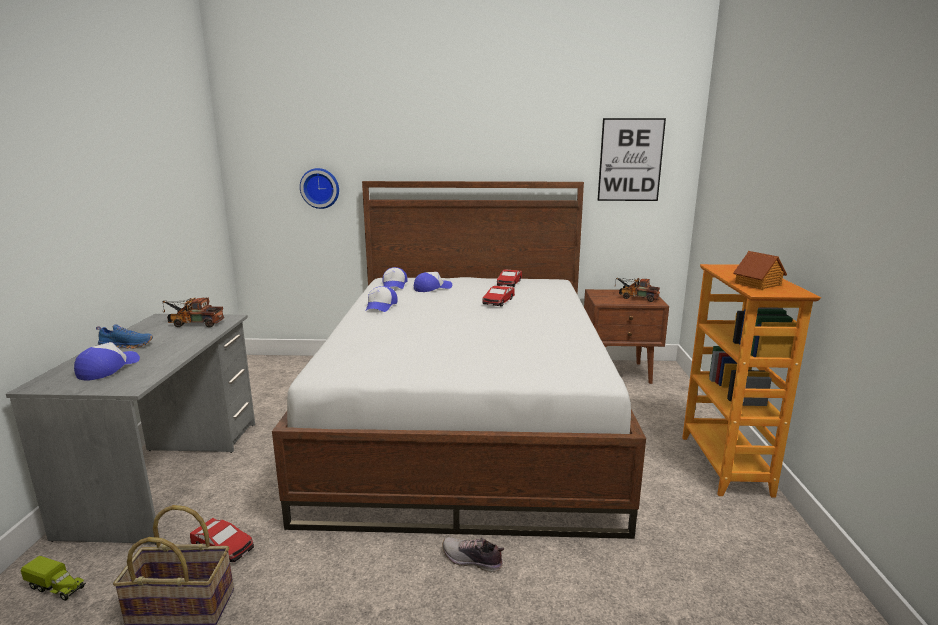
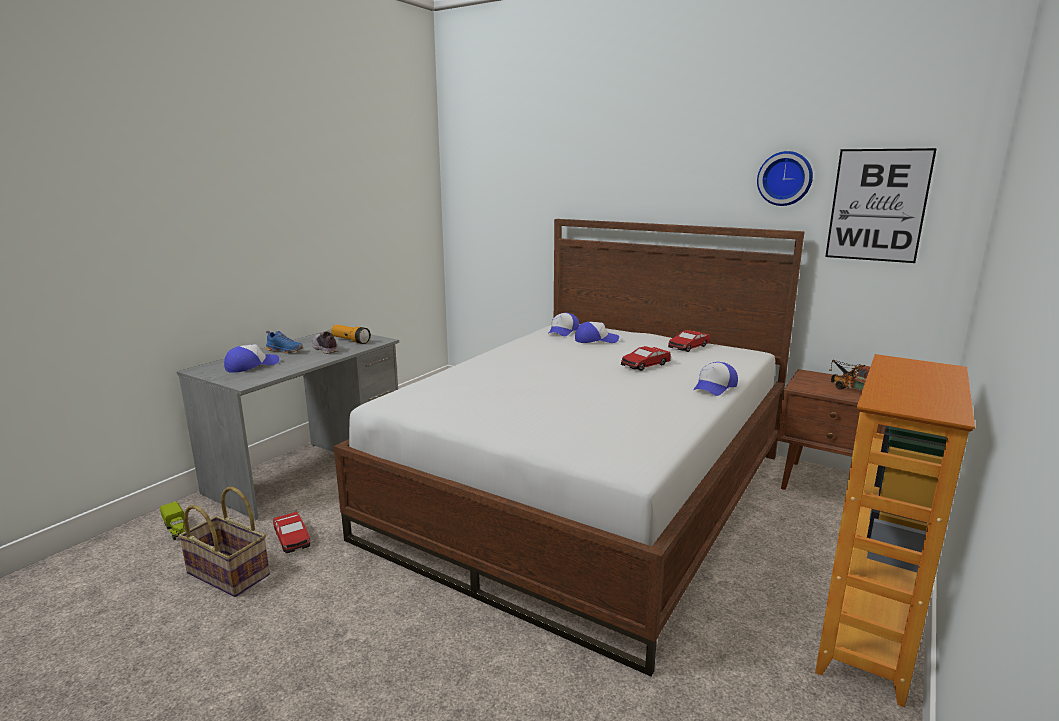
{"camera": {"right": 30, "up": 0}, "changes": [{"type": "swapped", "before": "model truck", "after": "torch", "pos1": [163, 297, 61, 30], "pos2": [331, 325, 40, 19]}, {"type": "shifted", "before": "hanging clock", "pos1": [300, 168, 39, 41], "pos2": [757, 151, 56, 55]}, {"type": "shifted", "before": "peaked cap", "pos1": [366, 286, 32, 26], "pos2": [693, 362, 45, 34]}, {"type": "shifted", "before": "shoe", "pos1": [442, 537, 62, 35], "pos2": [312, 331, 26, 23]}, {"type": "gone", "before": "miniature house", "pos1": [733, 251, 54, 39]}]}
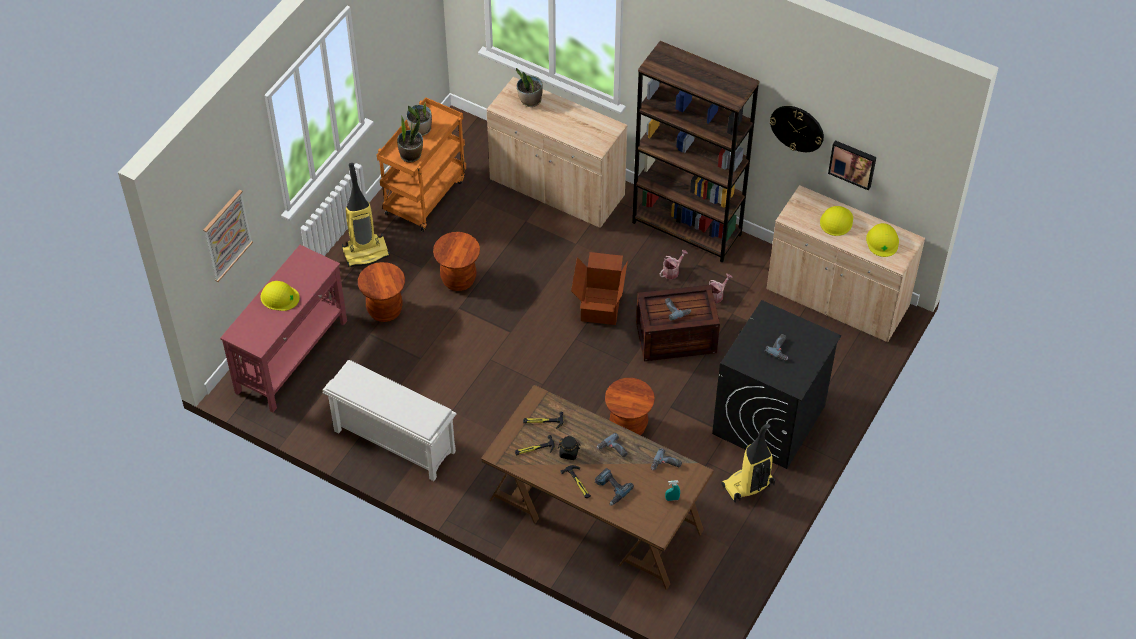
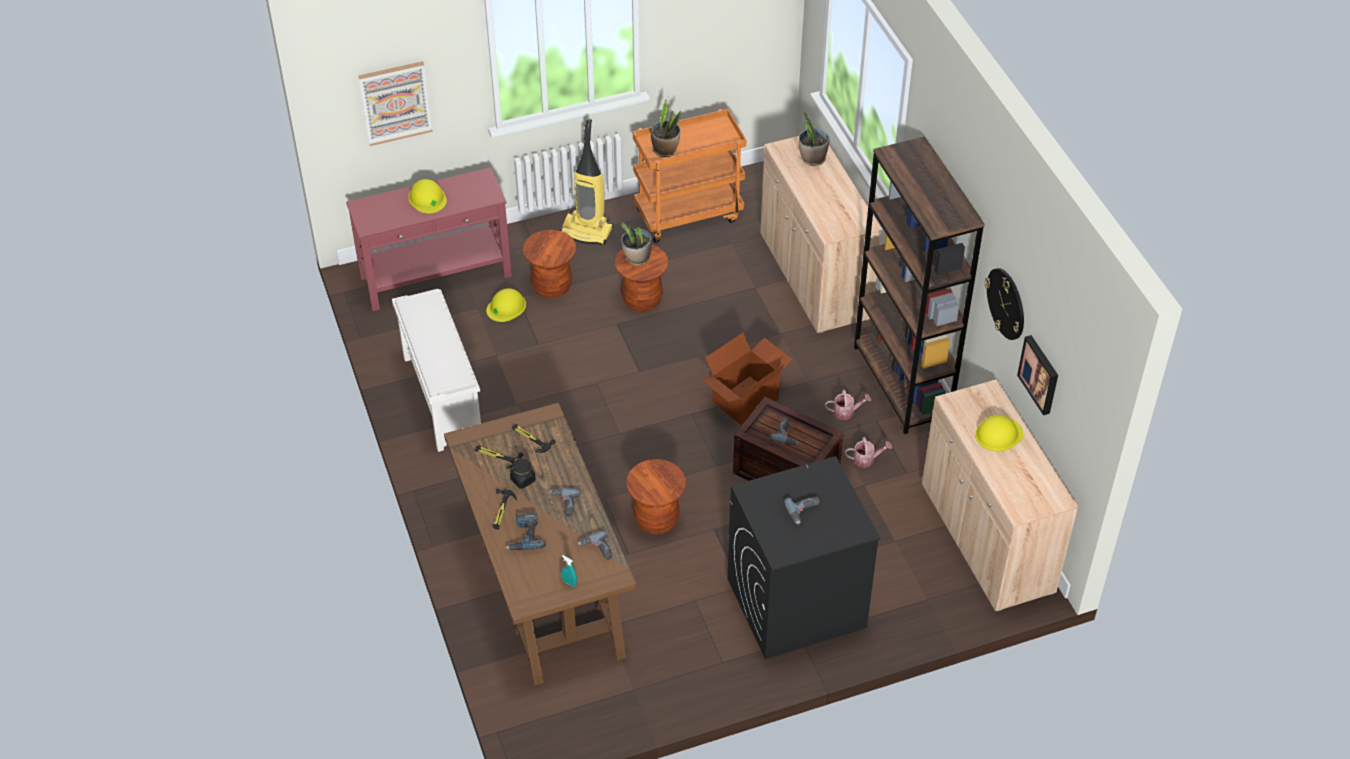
{"camera": {"right": 40, "up": -5}, "changes": [{"type": "shifted", "before": "potted plant", "pos1": [406, 102, 26, 34], "pos2": [621, 222, 31, 43]}, {"type": "gone", "before": "vacuum", "pos1": [722, 424, 53, 79]}, {"type": "shifted", "before": "hard hat/yellowish", "pos1": [866, 223, 33, 34], "pos2": [486, 288, 40, 34]}]}
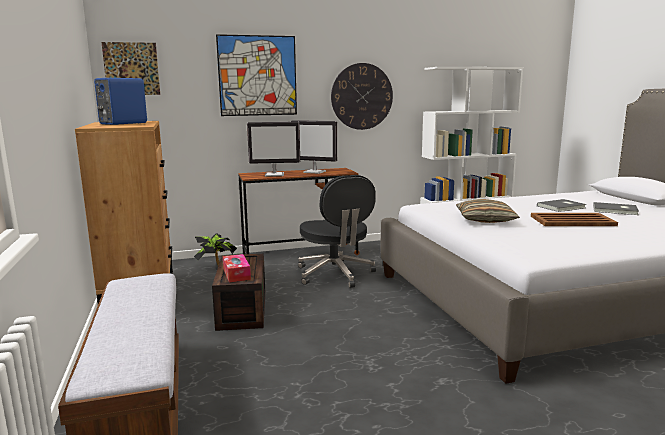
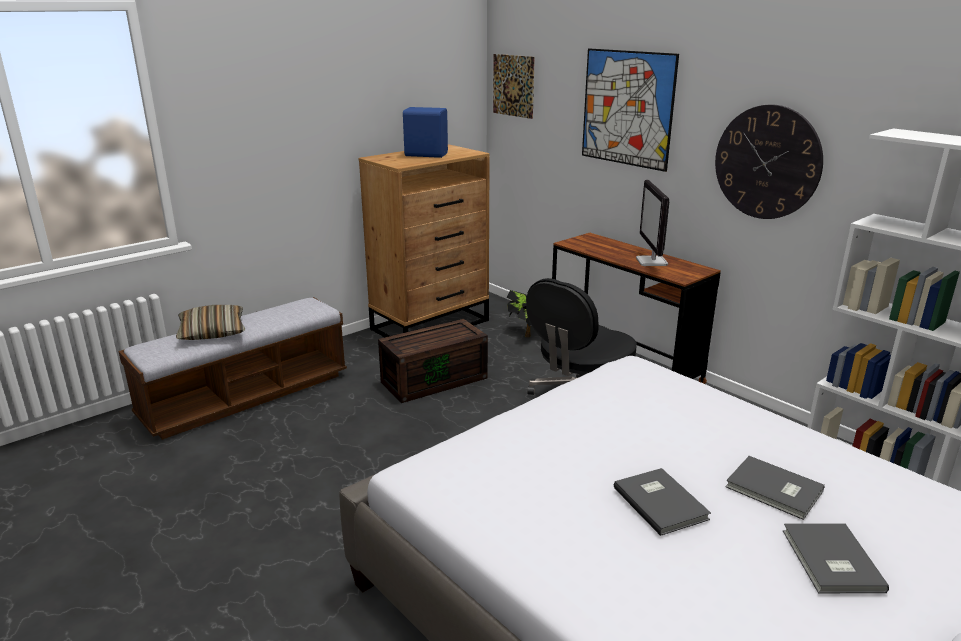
{"camera": {"right": 65, "up": 10}, "changes": [{"type": "gone", "before": "box of tissues", "pos1": [223, 254, 28, 28]}, {"type": "gone", "before": "computer screen", "pos1": [247, 122, 53, 55]}, {"type": "shifted", "before": "throw pillow", "pos1": [456, 199, 64, 24], "pos2": [176, 305, 69, 35]}, {"type": "swapped", "before": "tray/brownish", "after": "book/grey", "pos1": [531, 213, 87, 13], "pos2": [614, 468, 97, 68]}]}
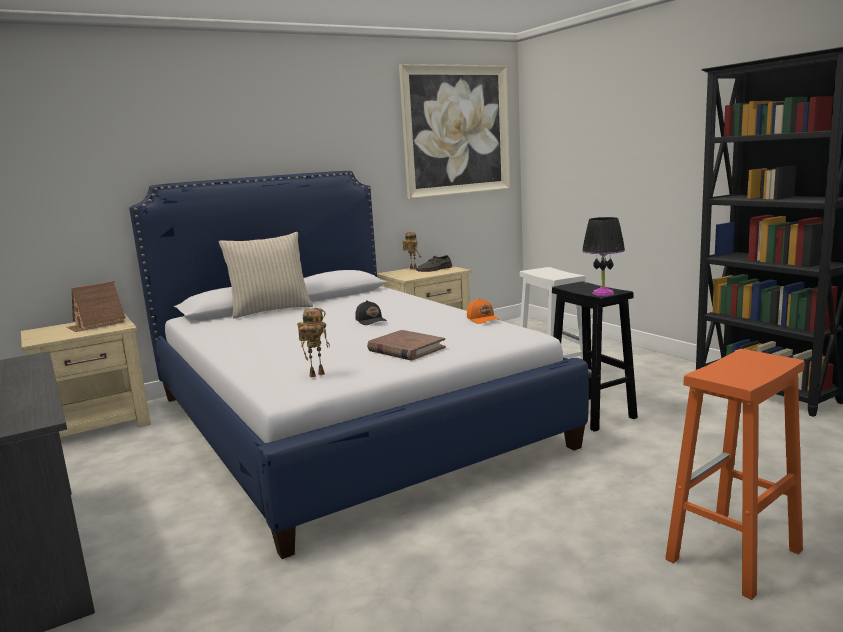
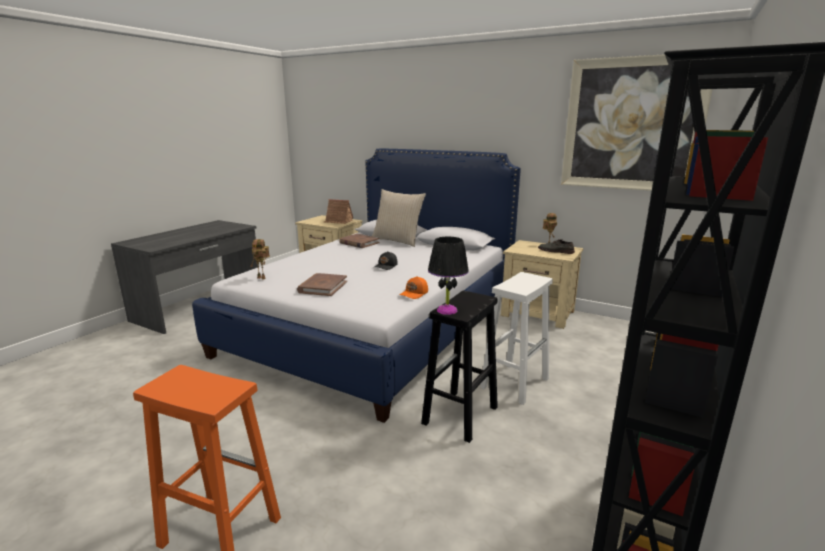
{"camera": {"right": 60, "up": 5}, "changes": [{"type": "new", "after": "book/brownish", "pos2": [339, 234, 41, 14]}]}
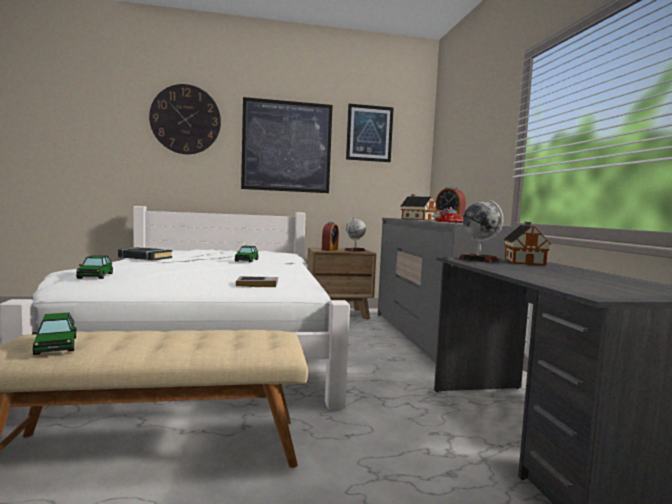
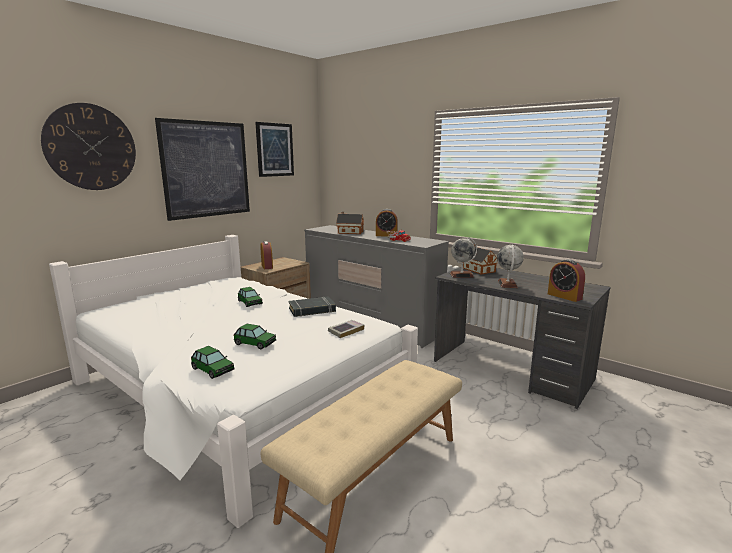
{"camera": {"right": -40, "up": 10}, "changes": [{"type": "shifted", "before": "model car", "pos1": [32, 313, 44, 42], "pos2": [234, 324, 42, 25]}, {"type": "shifted", "before": "book/black", "pos1": [118, 247, 54, 14], "pos2": [289, 296, 47, 21]}, {"type": "shifted", "before": "desk globe", "pos1": [344, 217, 22, 35], "pos2": [497, 245, 27, 43]}, {"type": "new", "after": "table clock", "pos2": [548, 259, 37, 43]}]}
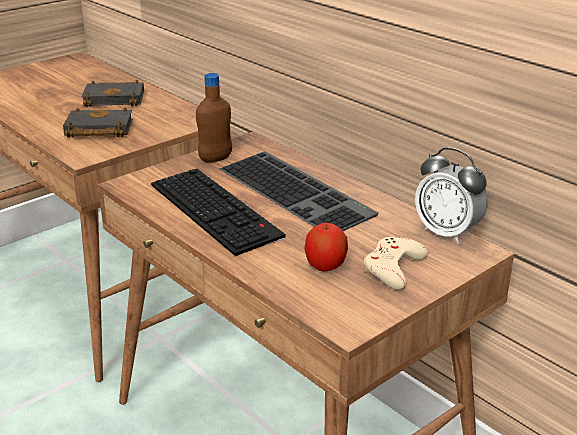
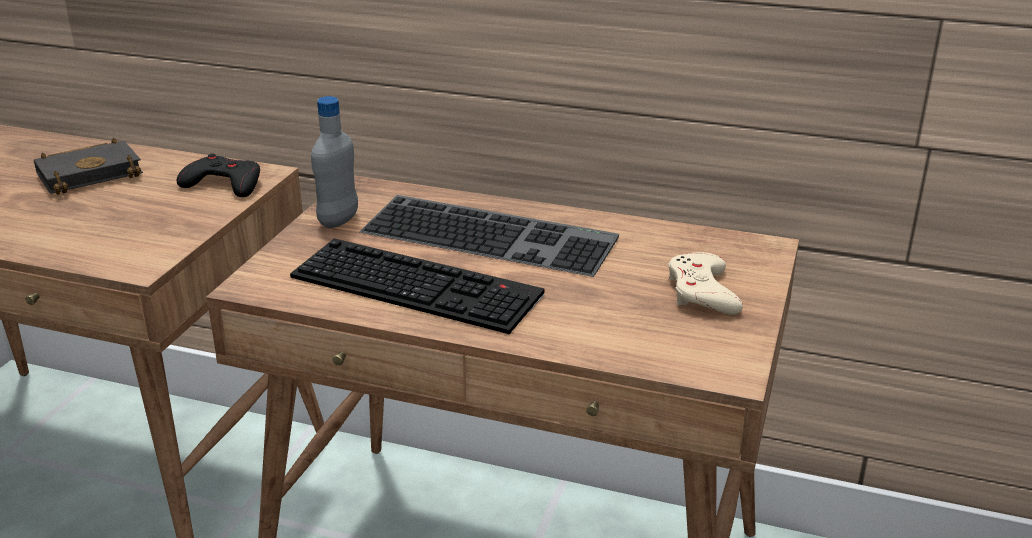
{"camera": {"right": -30, "up": 0}, "changes": [{"type": "gone", "before": "book/black", "pos1": [63, 107, 70, 31]}, {"type": "repainted", "before": "beverage bottle/brownish", "after": "beverage bottle/grey", "pos1": [196, 73, 36, 90], "pos2": [311, 96, 47, 132]}, {"type": "gone", "before": "whole apple", "pos1": [304, 223, 44, 49]}, {"type": "gone", "before": "table clock", "pos1": [415, 148, 73, 96]}, {"type": "new", "after": "gamepad/black", "pos2": [177, 154, 83, 43]}]}
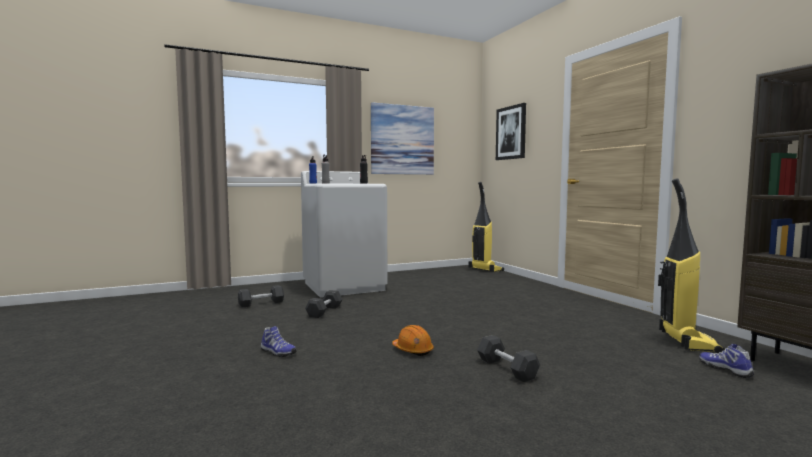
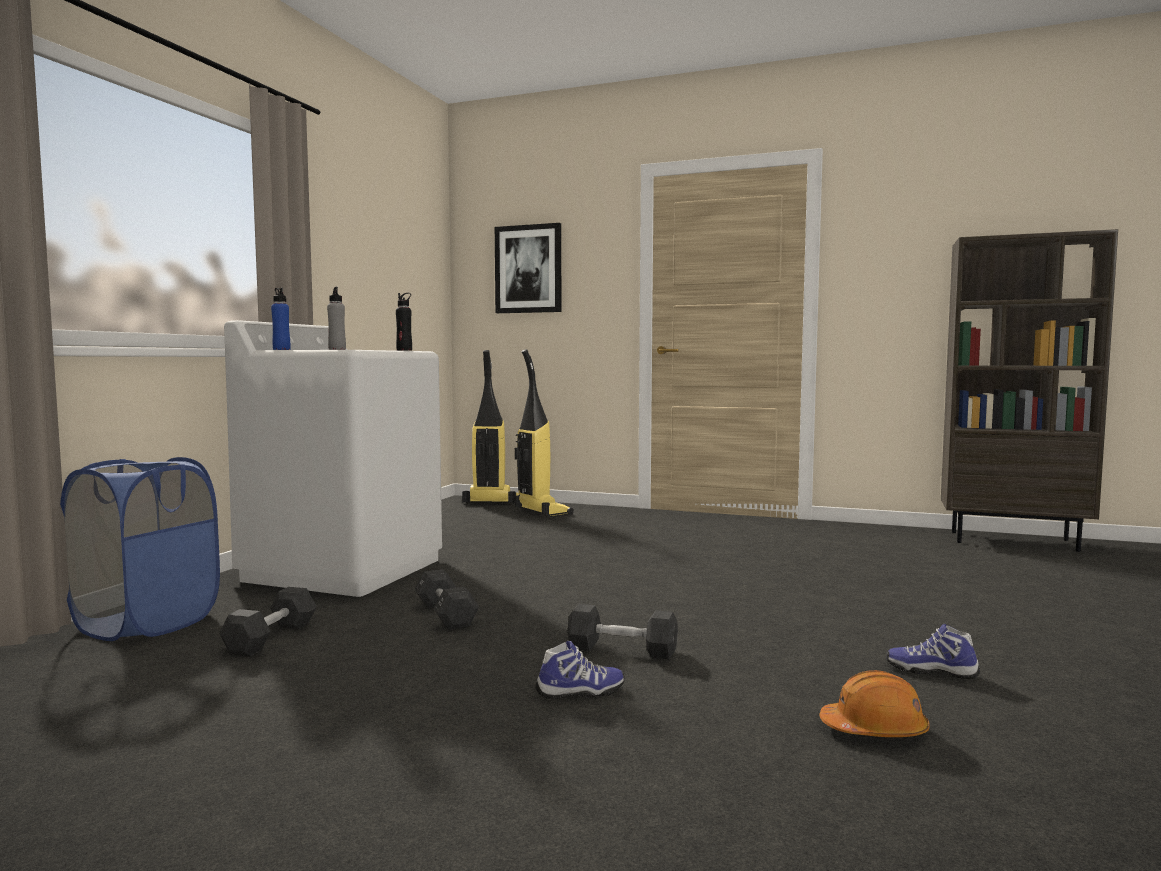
{"camera": {"right": -45, "up": 0}, "changes": [{"type": "gone", "before": "wall art", "pos1": [371, 102, 63, 73]}, {"type": "shifted", "before": "hard hat/orangey", "pos1": [392, 325, 42, 31], "pos2": [819, 670, 110, 67]}, {"type": "shifted", "before": "dumbbell/grey", "pos1": [477, 335, 63, 47], "pos2": [567, 604, 111, 55]}, {"type": "shifted", "before": "vacuum", "pos1": [658, 178, 66, 175], "pos2": [515, 349, 59, 168]}, {"type": "shifted", "before": "shoe", "pos1": [699, 344, 55, 34], "pos2": [886, 624, 94, 55]}, {"type": "new", "after": "washing basket/blue-coloured", "pos2": [60, 457, 160, 184]}]}
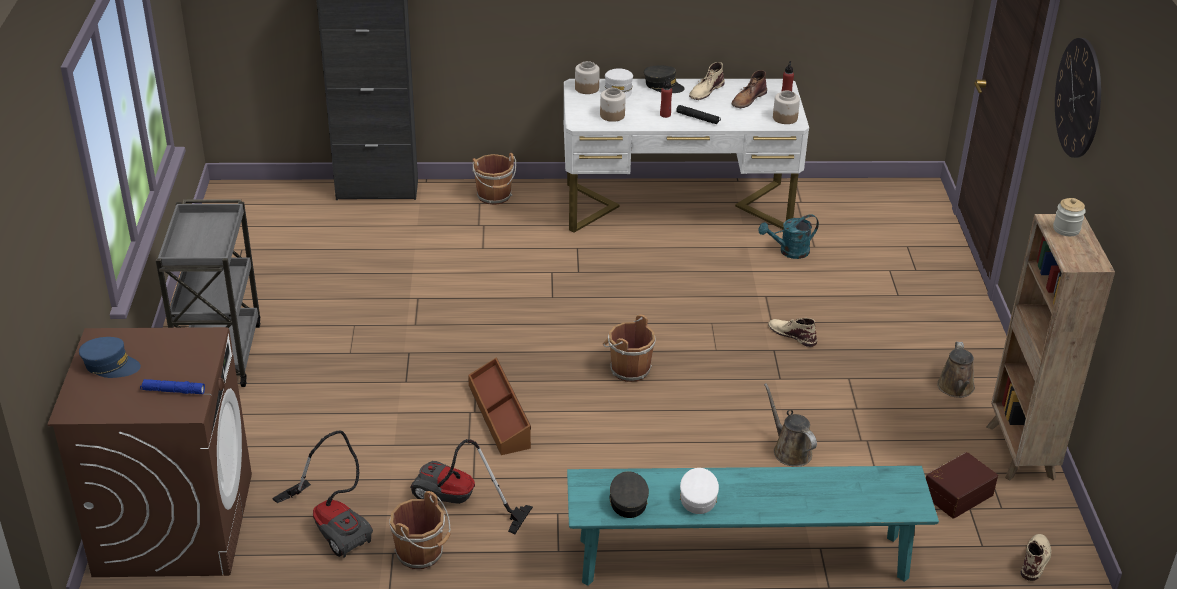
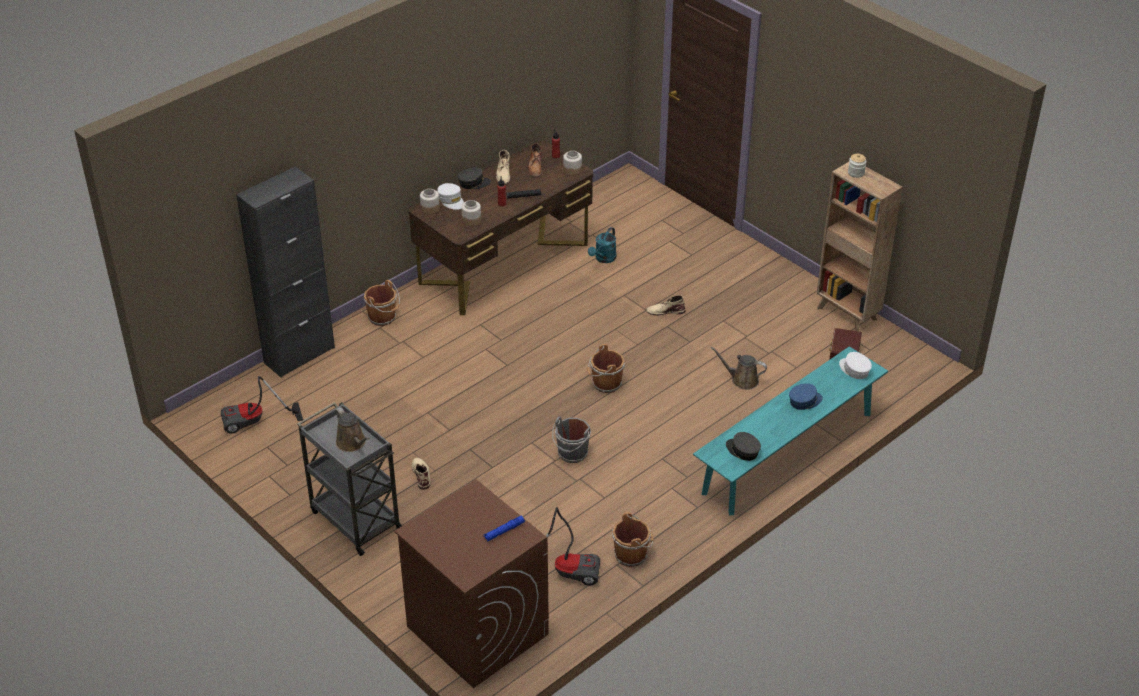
{"camera": {"right": -40, "up": 5}, "changes": [{"type": "shifted", "before": "peaked cap/blue-coloured", "pos1": [79, 337, 62, 41], "pos2": [789, 383, 34, 27]}, {"type": "shifted", "before": "vacuum", "pos1": [410, 439, 123, 95], "pos2": [221, 376, 82, 58]}, {"type": "swapped", "before": "storage bin/brownish", "after": "bucket/grey", "pos1": [468, 357, 63, 98], "pos2": [552, 416, 39, 47]}, {"type": "repainted", "before": "desk table/white", "after": "desk table/brownish", "pos1": [564, 79, 245, 154], "pos2": [409, 141, 184, 174]}, {"type": "shifted", "before": "peaked cap/white", "pos1": [680, 468, 39, 46], "pos2": [839, 352, 33, 27]}, {"type": "shifted", "before": "sprinkling can/brownish", "pos1": [937, 342, 38, 56], "pos2": [335, 407, 35, 45]}, {"type": "shifted", "before": "boot/sand-coloured", "pos1": [1021, 534, 30, 47], "pos2": [412, 458, 19, 32]}, {"type": "gone", "before": "hanging clock", "pos1": [1055, 38, 46, 120]}]}
